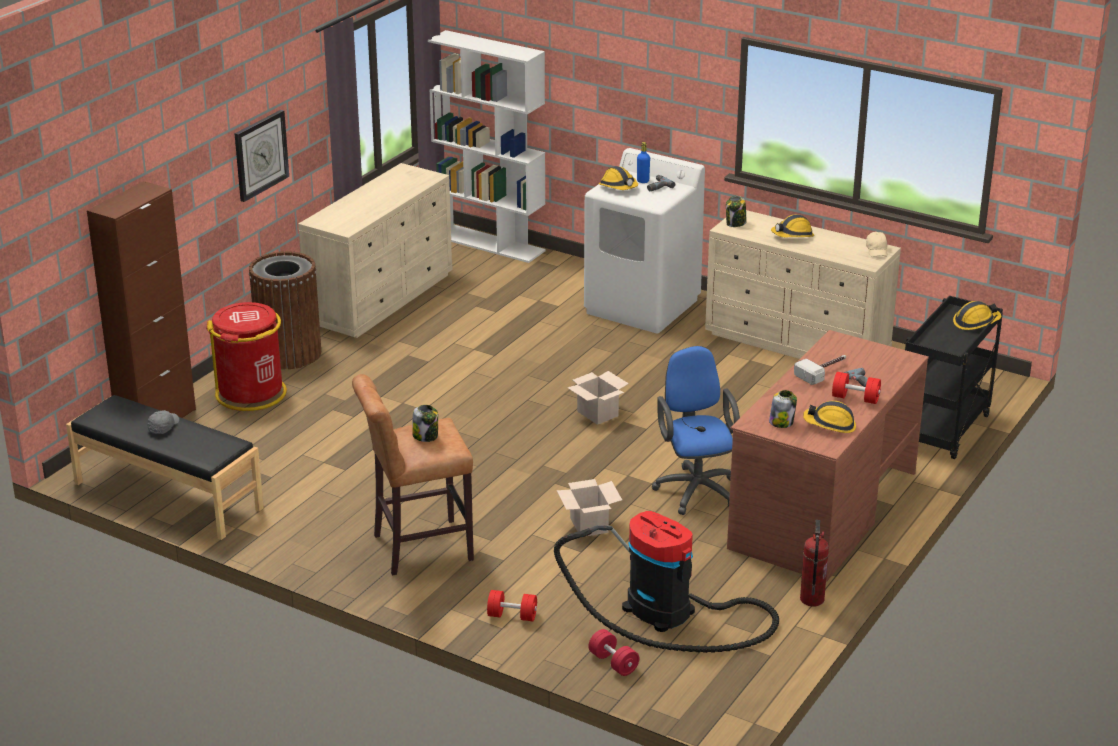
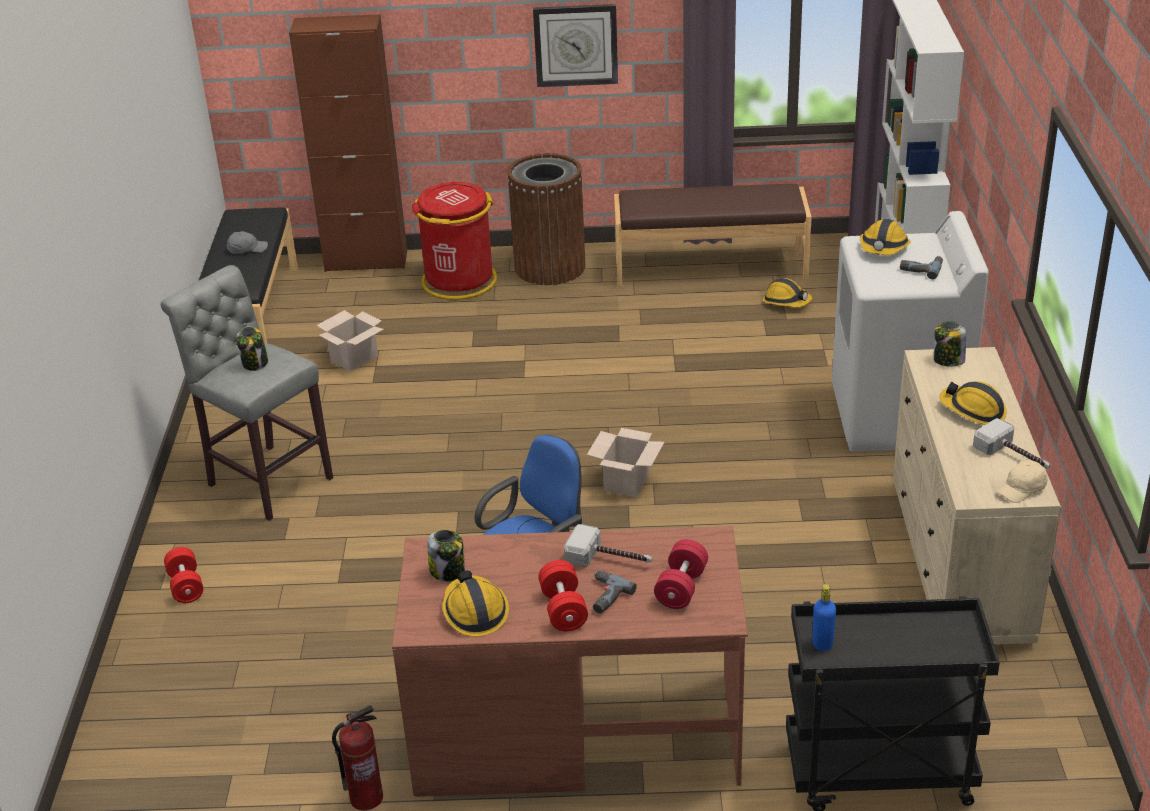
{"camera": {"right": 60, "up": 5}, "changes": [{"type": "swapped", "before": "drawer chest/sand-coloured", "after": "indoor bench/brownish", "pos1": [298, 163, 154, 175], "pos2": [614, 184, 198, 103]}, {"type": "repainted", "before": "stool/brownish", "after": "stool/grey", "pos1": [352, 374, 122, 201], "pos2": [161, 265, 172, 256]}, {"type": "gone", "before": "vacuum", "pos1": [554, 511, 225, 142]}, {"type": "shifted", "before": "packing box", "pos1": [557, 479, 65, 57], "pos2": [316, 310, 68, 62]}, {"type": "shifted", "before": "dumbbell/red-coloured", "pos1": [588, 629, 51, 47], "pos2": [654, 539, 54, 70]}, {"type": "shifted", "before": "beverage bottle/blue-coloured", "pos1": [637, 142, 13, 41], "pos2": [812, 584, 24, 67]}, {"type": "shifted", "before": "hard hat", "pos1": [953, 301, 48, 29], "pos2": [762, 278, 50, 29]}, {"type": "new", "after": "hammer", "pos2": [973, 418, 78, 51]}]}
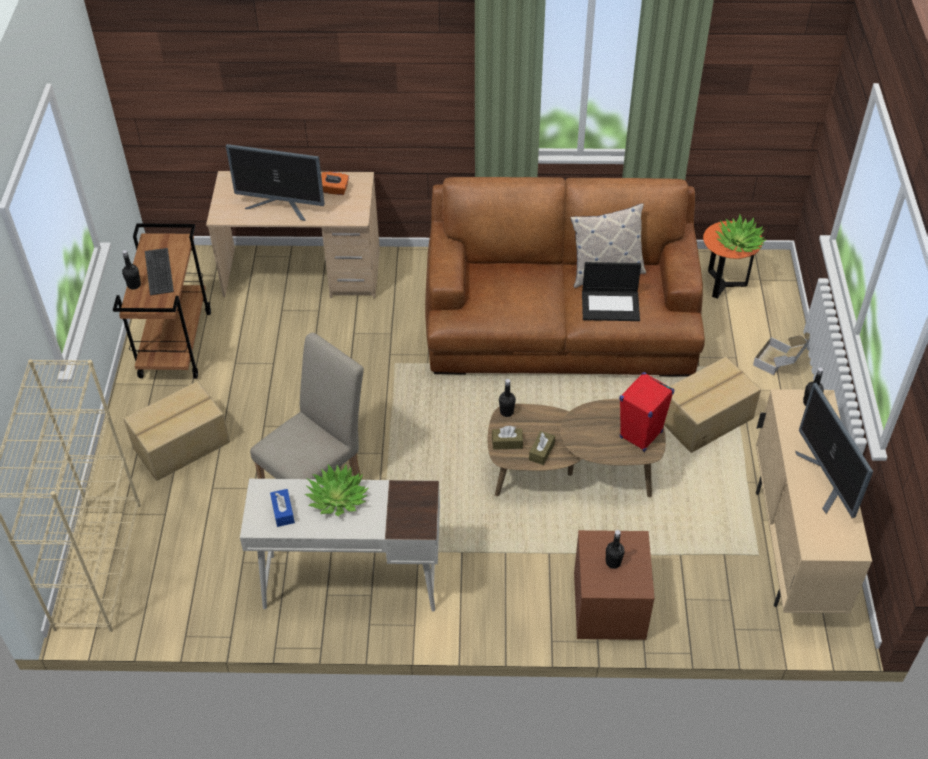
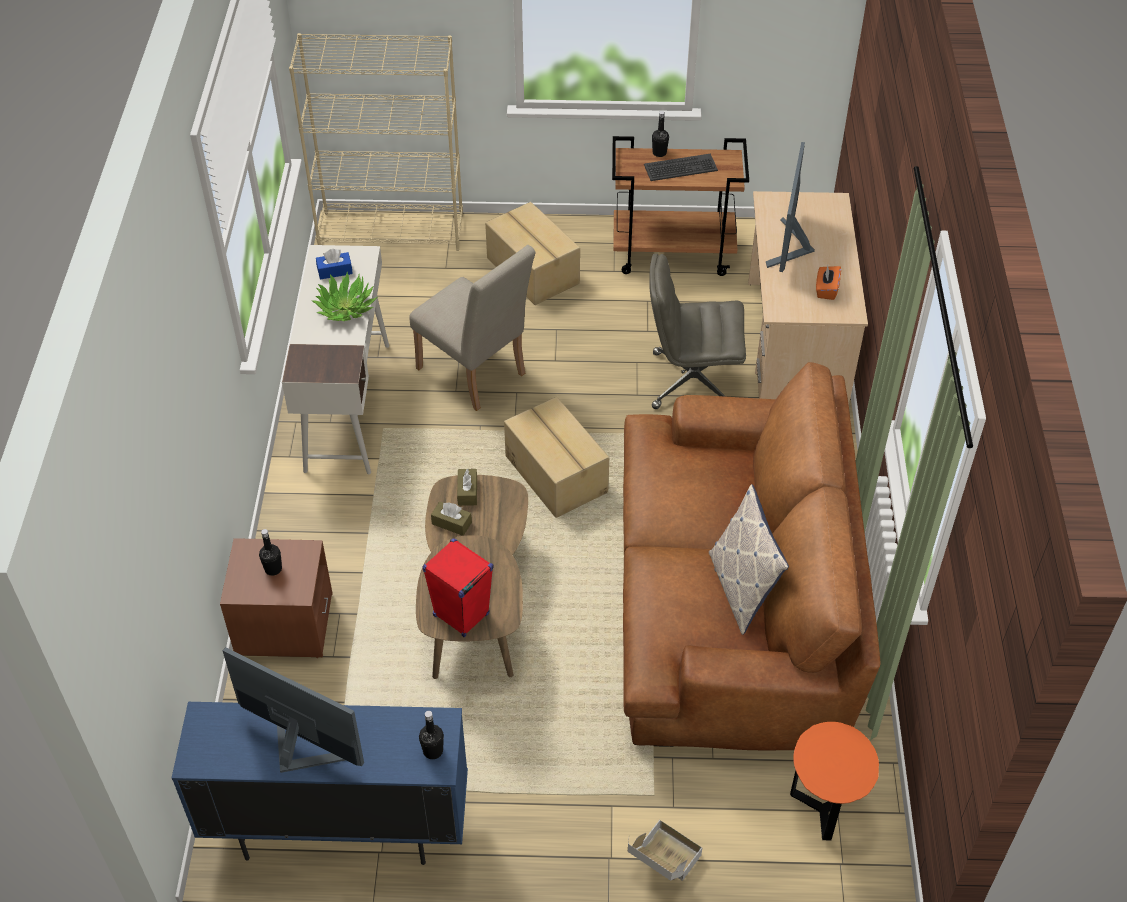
{"camera": {"right": 90, "up": 0}, "changes": [{"type": "gone", "before": "beverage bottle/black", "pos1": [499, 379, 17, 38]}, {"type": "gone", "before": "portable computer", "pos1": [582, 262, 59, 59]}, {"type": "shifted", "before": "packing box", "pos1": [664, 357, 97, 96], "pos2": [504, 397, 105, 121]}, {"type": "gone", "before": "potted plant", "pos1": [716, 214, 51, 38]}, {"type": "repainted", "before": "cupboard/sand-coloured", "after": "cupboard/blue-coloured", "pos1": [756, 389, 116, 225], "pos2": [172, 702, 296, 163]}, {"type": "rotated", "before": "computer screen", "pos1": [795, 383, 78, 135], "pos2": [223, 647, 141, 126], "turn": 45}, {"type": "new", "after": "computer chair/grey", "pos2": [649, 253, 97, 156]}]}
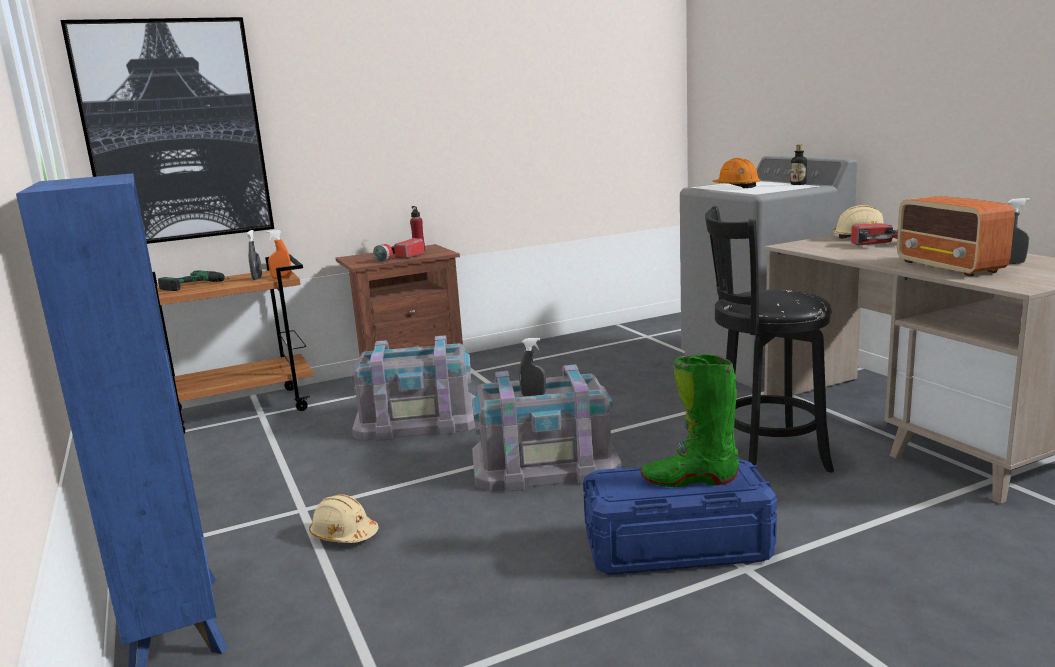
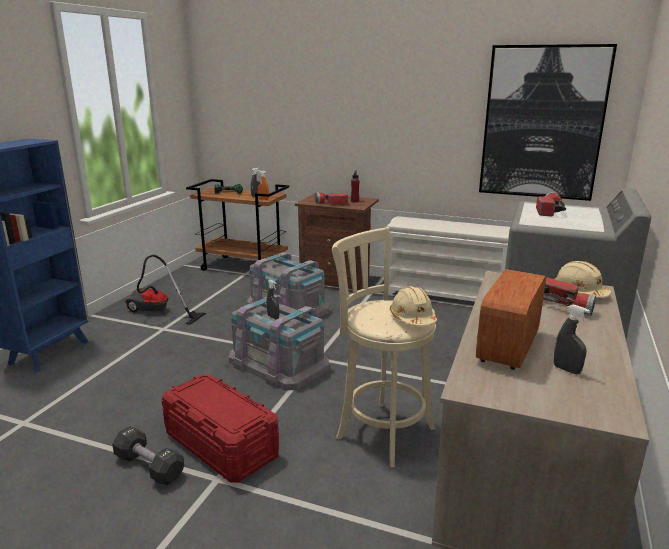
{"camera": {"right": 45, "up": 5}, "changes": [{"type": "shifted", "before": "wall art", "pos1": [60, 17, 214, 227], "pos2": [479, 44, 138, 157]}, {"type": "shifted", "before": "hard hat/sand-coloured", "pos1": [309, 494, 70, 49], "pos2": [390, 286, 47, 41]}, {"type": "repainted", "before": "storage bin/blue-coloured", "after": "storage bin/red-coloured", "pos1": [583, 459, 194, 116], "pos2": [162, 374, 117, 109]}, {"type": "gone", "before": "boot/green-coloured", "pos1": [641, 354, 98, 133]}, {"type": "repainted", "before": "stool/black", "after": "stool/sand-coloured", "pos1": [705, 206, 129, 267], "pos2": [332, 227, 104, 241]}, {"type": "swapped", "before": "hard hat/orangey", "after": "torch", "pos1": [712, 158, 49, 30], "pos2": [536, 192, 30, 25]}, {"type": "gone", "before": "beverage bottle", "pos1": [791, 145, 16, 40]}, {"type": "new", "after": "dumbbell/black", "pos2": [112, 426, 72, 59]}, {"type": "new", "after": "vacuum", "pos2": [125, 255, 81, 70]}, {"type": "new", "after": "shoe stand/white", "pos2": [387, 216, 123, 86]}]}
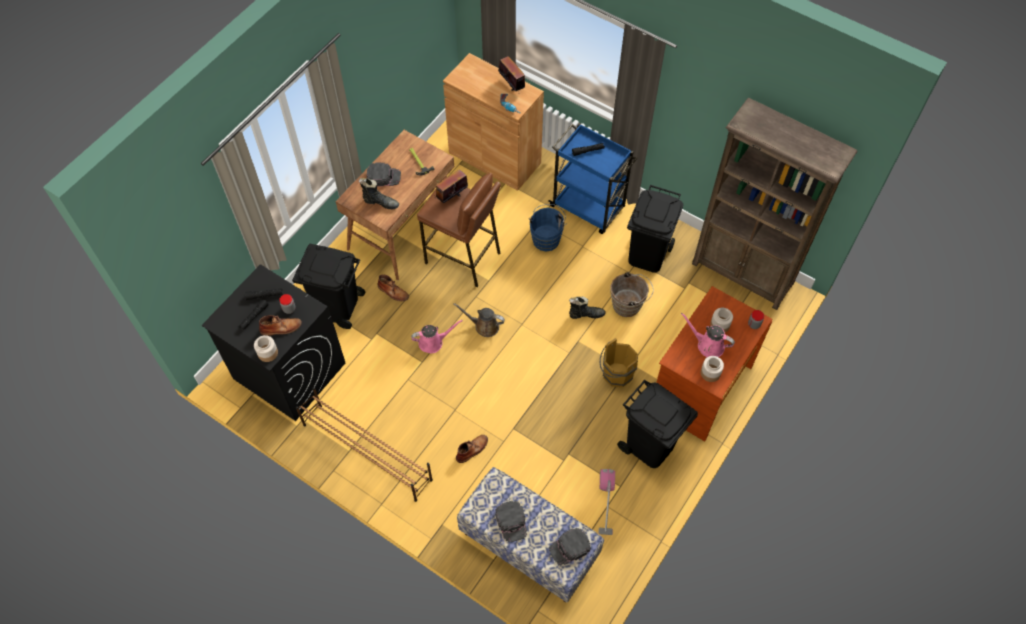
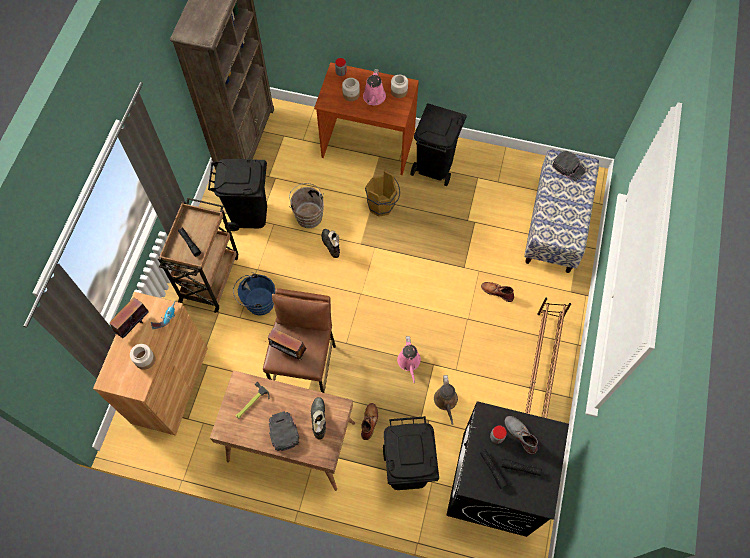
{"camera": {"right": -110, "up": 5}, "changes": [{"type": "shifted", "before": "preserve jar", "pos1": [254, 335, 24, 27], "pos2": [130, 344, 26, 26]}, {"type": "repainted", "before": "boot/brownish", "after": "boot/grey", "pos1": [259, 315, 43, 21], "pos2": [505, 416, 33, 39]}, {"type": "rotated", "before": "sprinkling can/pinkish", "pos1": [411, 320, 52, 33], "pos2": [397, 336, 24, 47], "turn": -150}, {"type": "shifted", "before": "sprinkling can/brownish", "pos1": [453, 303, 52, 34], "pos2": [434, 375, 24, 50]}, {"type": "gone", "before": "peaked cap/black", "pos1": [495, 501, 32, 41]}, {"type": "repainted", "before": "wheeled cart/blue-coloured", "after": "wheeled cart/brownish", "pos1": [548, 123, 89, 111], "pos2": [158, 198, 80, 115]}, {"type": "gone", "before": "vacuum", "pos1": [599, 469, 16, 66]}]}
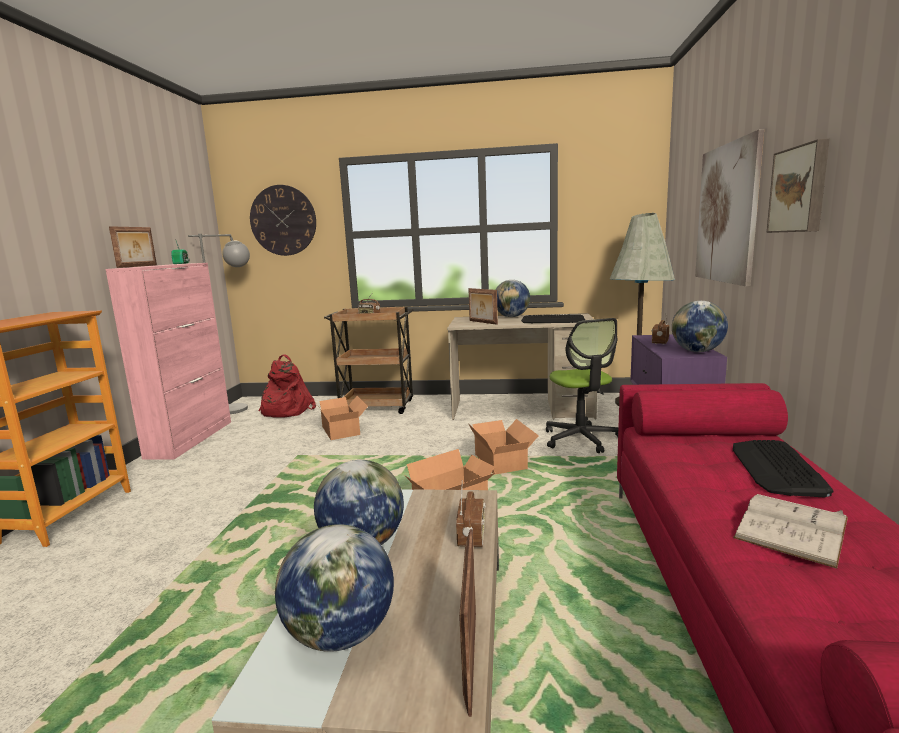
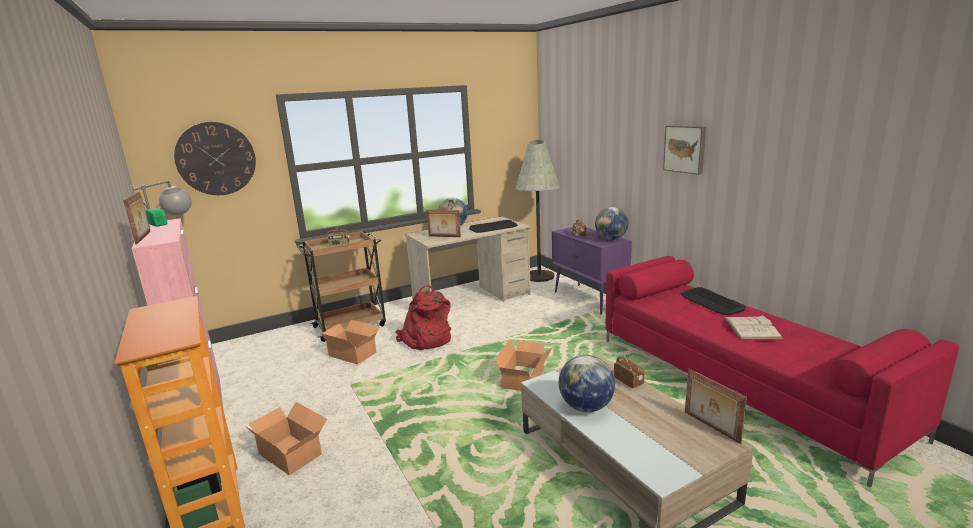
{"camera": {"right": -35, "up": 5}, "changes": [{"type": "shifted", "before": "rucksack/red-coloured", "pos1": [259, 354, 57, 64], "pos2": [395, 285, 56, 65]}, {"type": "gone", "before": "desk globe", "pos1": [275, 524, 119, 128]}, {"type": "shifted", "before": "packing box", "pos1": [468, 419, 71, 56], "pos2": [247, 402, 80, 73]}, {"type": "gone", "before": "computer chair", "pos1": [546, 318, 72, 135]}, {"type": "gone", "before": "wall art", "pos1": [695, 129, 69, 157]}]}
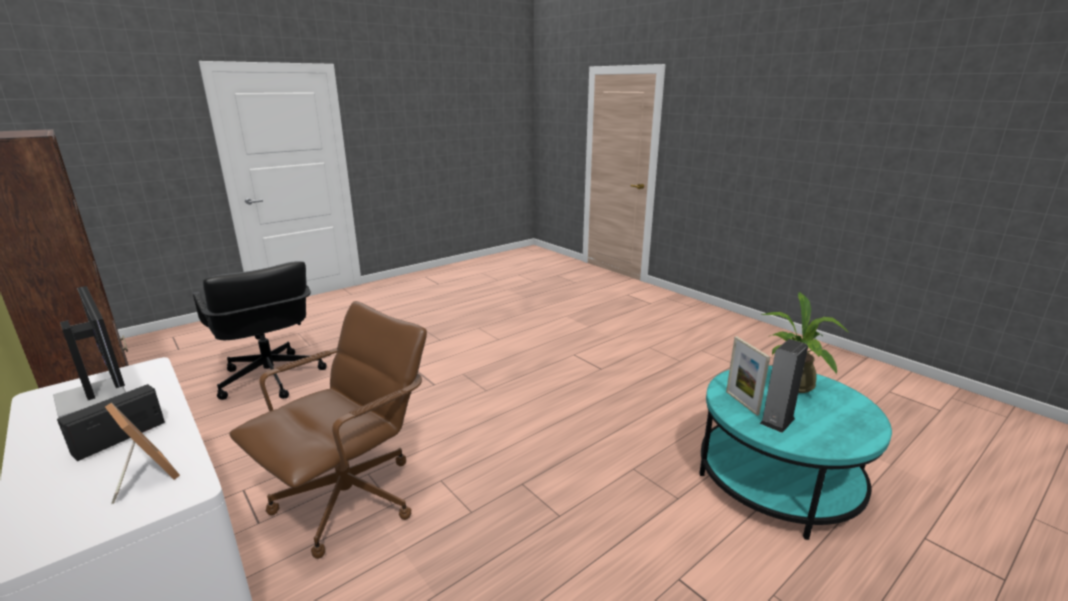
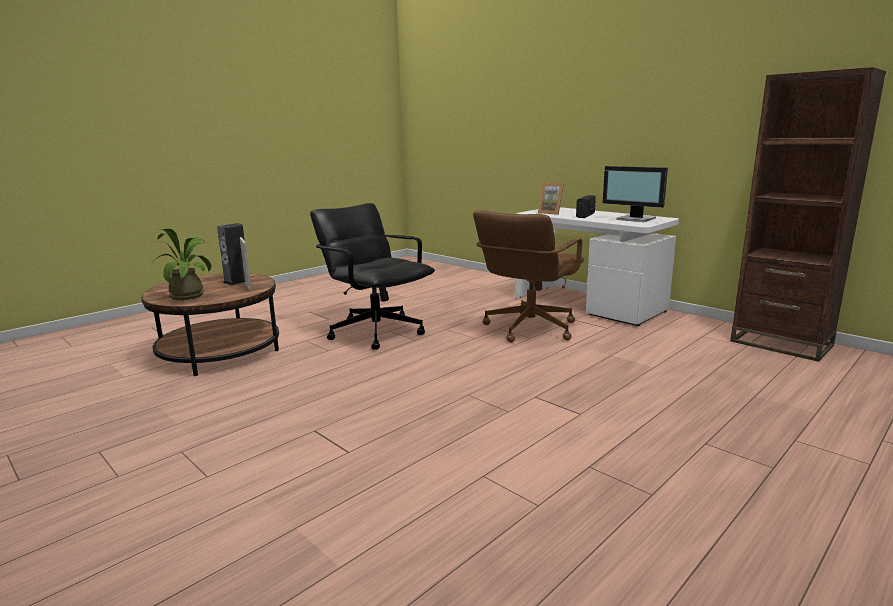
{"camera": {"right": 175, "up": -5}, "changes": [{"type": "shifted", "before": "computer chair/black", "pos1": [193, 261, 134, 139], "pos2": [310, 203, 125, 147]}, {"type": "repainted", "before": "lounge table/turquoise", "after": "lounge table/brownish", "pos1": [699, 365, 193, 175], "pos2": [141, 274, 138, 102]}]}
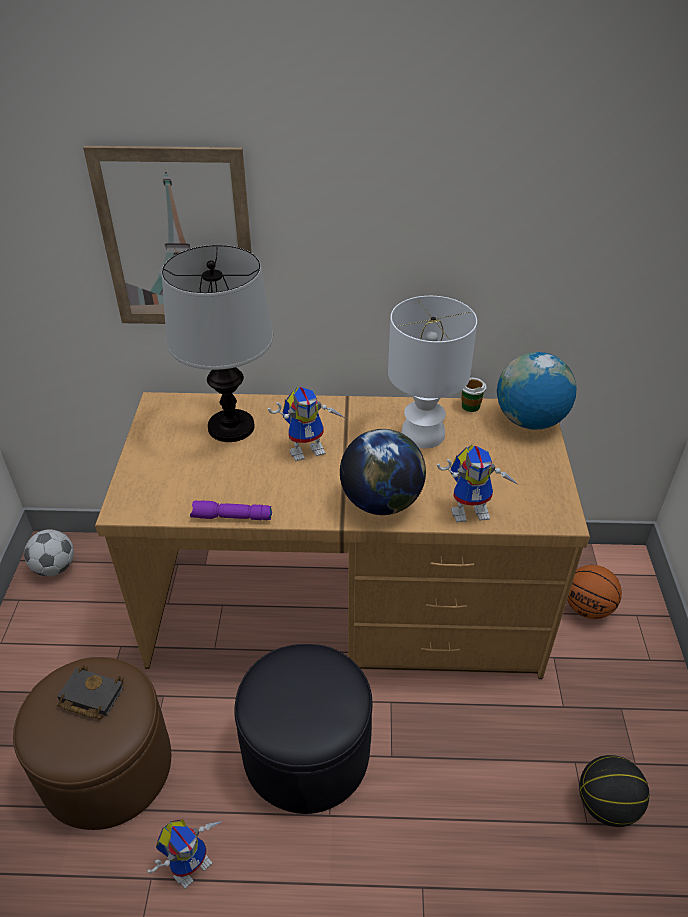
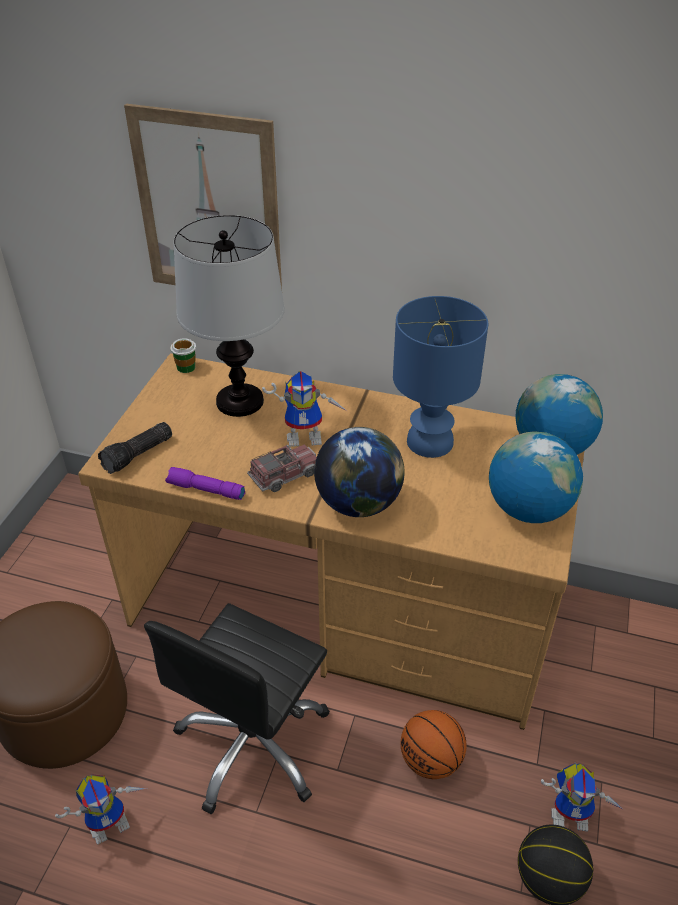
{"camera": {"right": 15, "up": 0}, "changes": [{"type": "gone", "before": "ball for football", "pos1": [24, 529, 50, 47]}, {"type": "gone", "before": "book/black", "pos1": [57, 665, 67, 55]}, {"type": "swapped", "before": "footrest/black", "after": "computer chair/black", "pos1": [234, 644, 138, 170], "pos2": [144, 603, 186, 211]}, {"type": "repainted", "before": "table lamp/white", "after": "table lamp/blue-coloured", "pos1": [388, 296, 89, 152], "pos2": [393, 296, 95, 162]}, {"type": "shifted", "before": "model robot", "pos1": [437, 445, 83, 77], "pos2": [541, 763, 81, 68]}, {"type": "shifted", "before": "drinking cup", "pos1": [461, 378, 25, 34], "pos2": [170, 338, 26, 35]}, {"type": "shifted", "before": "basketball", "pos1": [567, 565, 55, 54], "pos2": [401, 710, 66, 69]}, {"type": "new", "after": "torch", "pos2": [98, 422, 74, 52]}, {"type": "new", "after": "model truck", "pos2": [247, 444, 70, 48]}, {"type": "new", "after": "desk globe", "pos2": [489, 431, 94, 92]}]}
